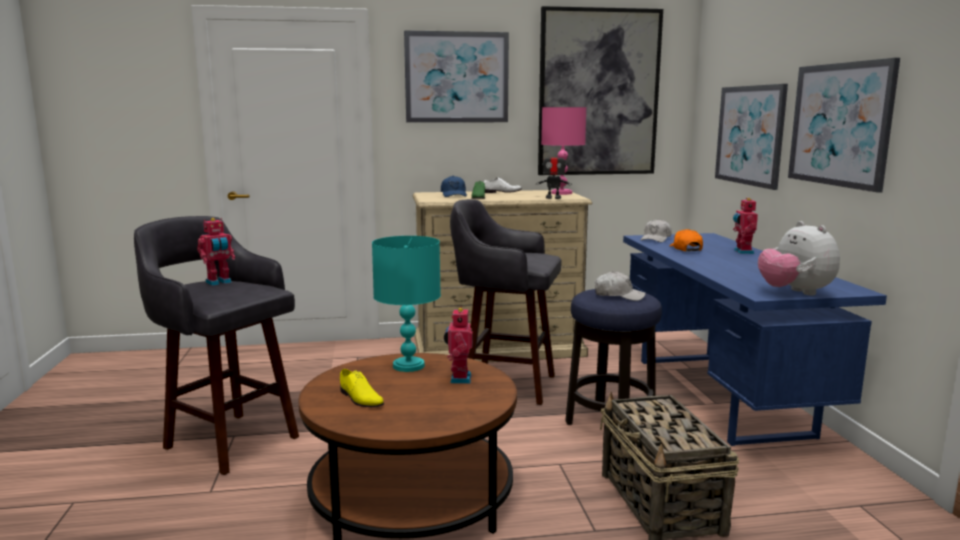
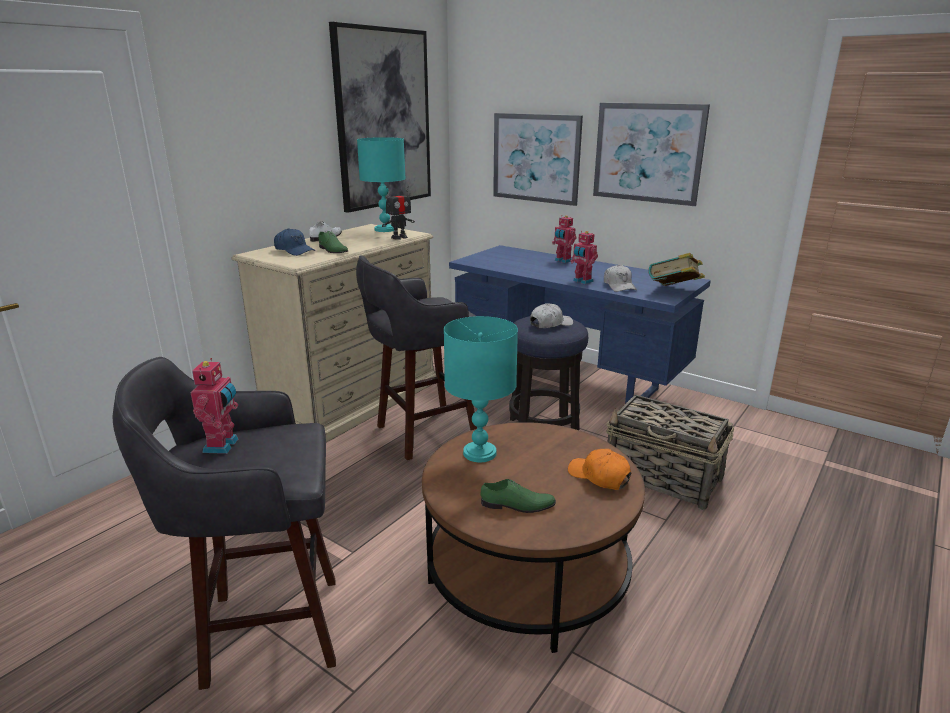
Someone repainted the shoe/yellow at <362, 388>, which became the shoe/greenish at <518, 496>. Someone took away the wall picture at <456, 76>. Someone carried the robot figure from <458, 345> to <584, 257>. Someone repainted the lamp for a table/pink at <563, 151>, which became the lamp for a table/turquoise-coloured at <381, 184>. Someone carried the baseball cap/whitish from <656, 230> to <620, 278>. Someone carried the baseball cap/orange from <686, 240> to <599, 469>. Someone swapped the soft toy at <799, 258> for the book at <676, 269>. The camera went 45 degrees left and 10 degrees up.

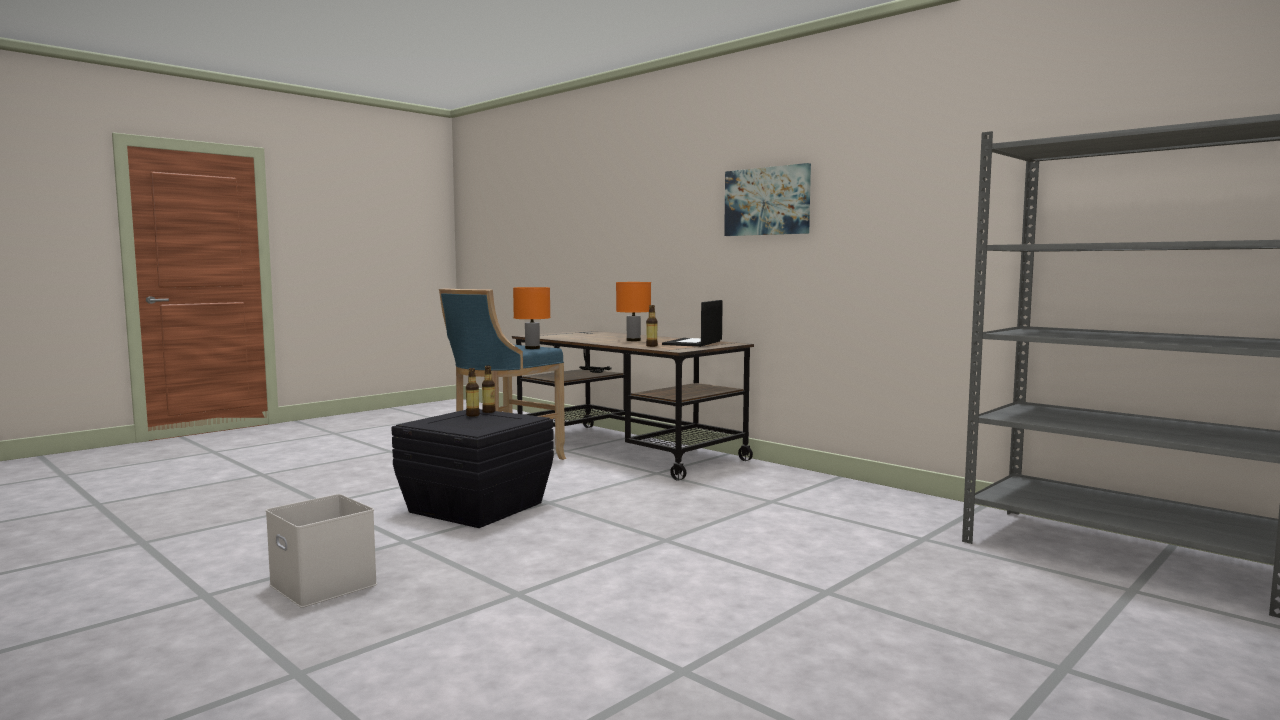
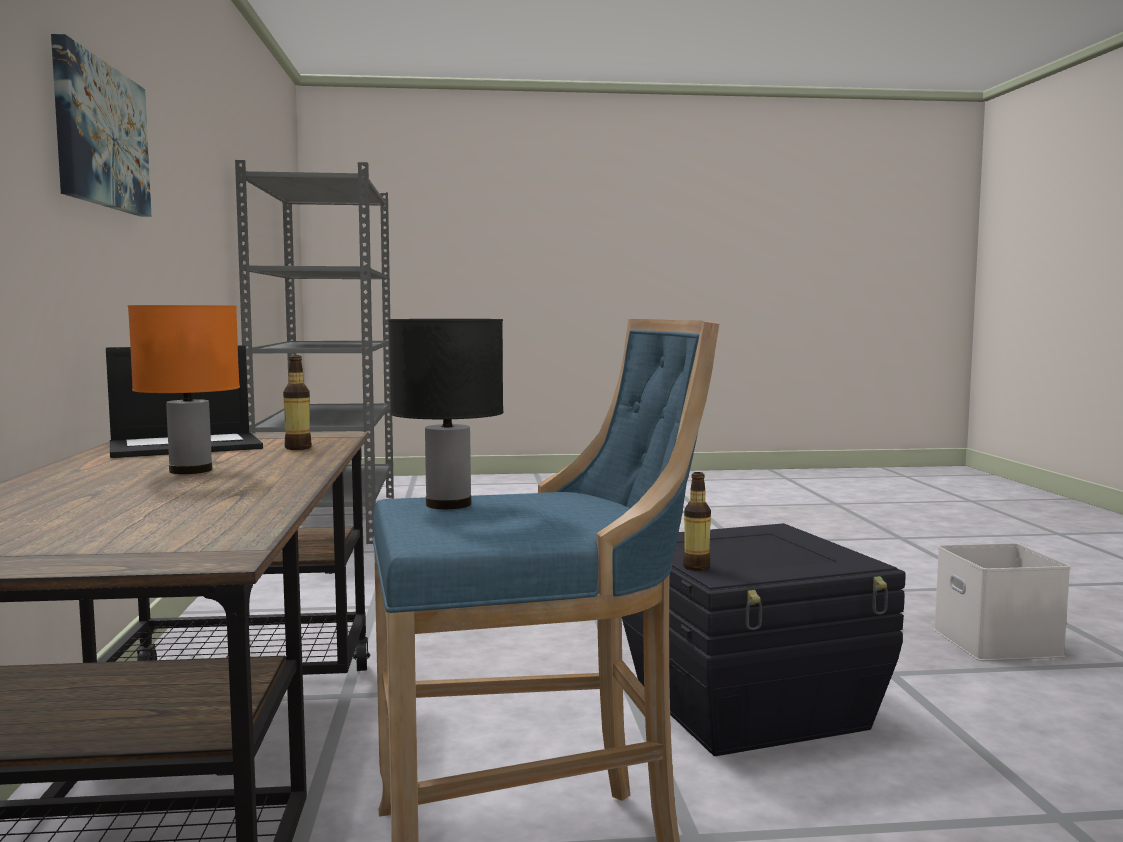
Someone took away the beverage bottle at <473, 392>. Someone repainted the lamp for a table/orange at <531, 318>, which became the lamp for a table/black at <446, 414>. The camera went 140 degrees left and 0 degrees up.

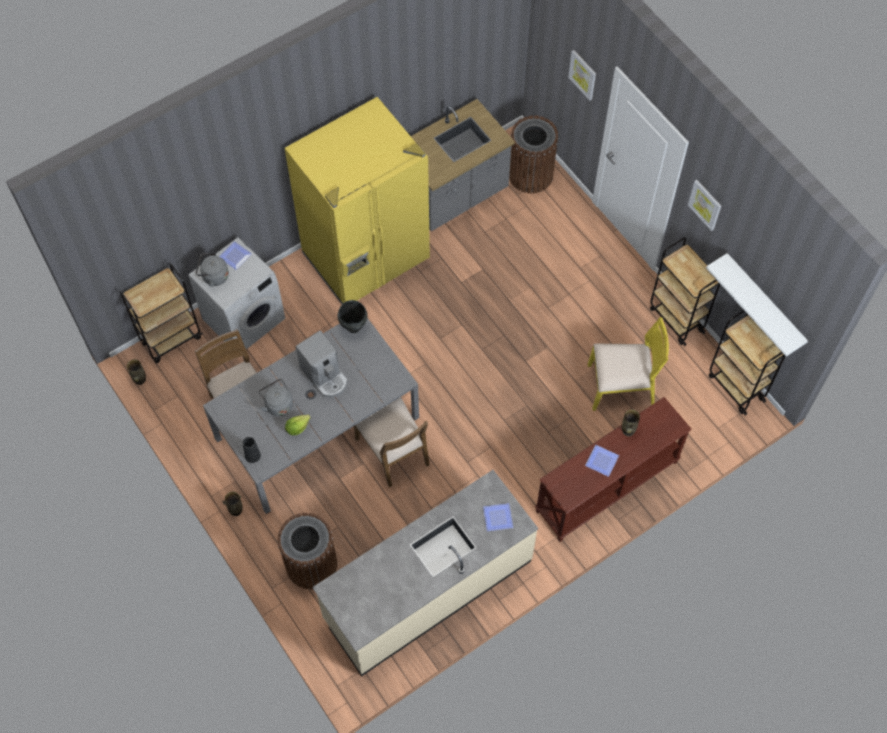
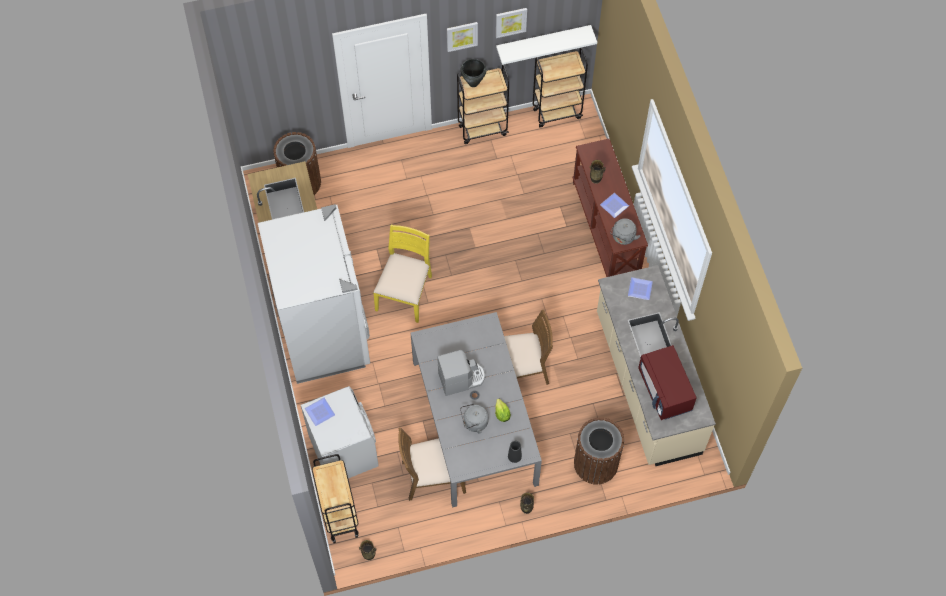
Someone carried the water kettle/gray from <212, 270> to <625, 231>. Someone repainted the kitchen fridge/yellow at <357, 200>, which became the kitchen fridge/whitish at <314, 294>. Someone carried the stockpot/black from <353, 316> to <473, 73>. Someone carried the wall picture from <582, 75> to <511, 23>. Someone carried the chair/yellow from <628, 364> to <402, 273>. Someone put down the kitchen microwave/reddish at <667, 382>. The camera went 70 degrees left and 0 degrees up.

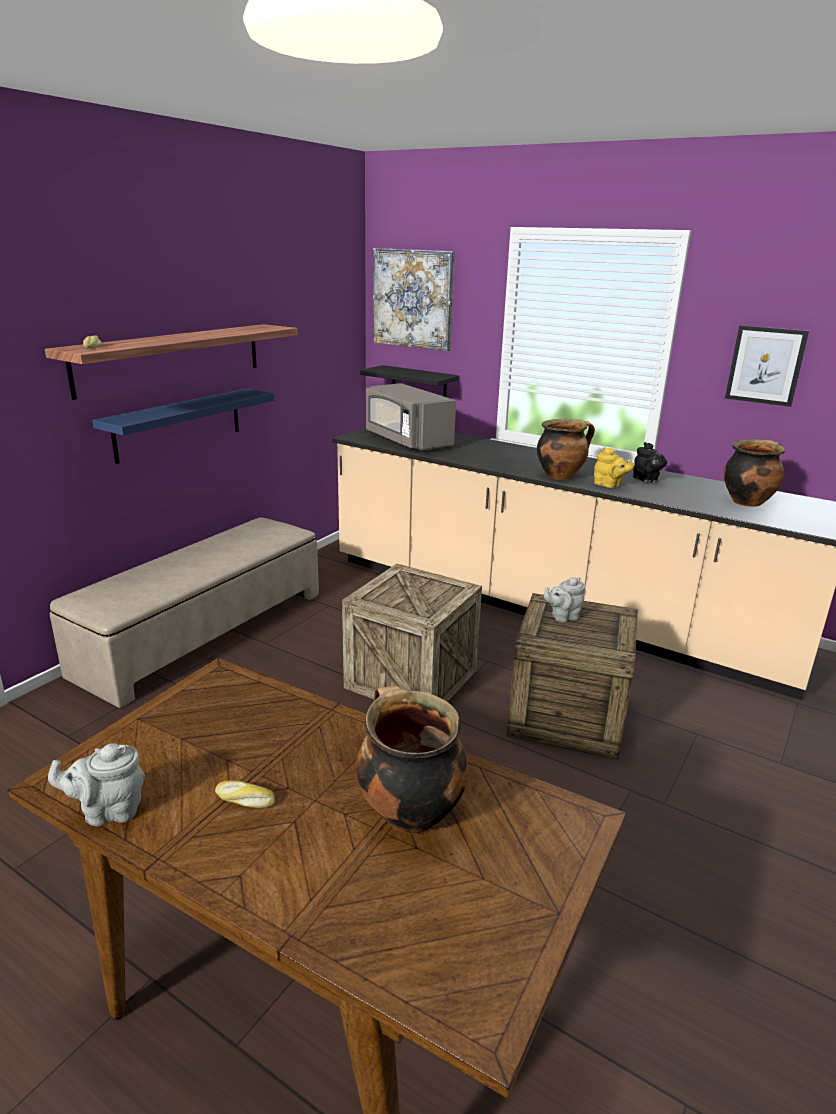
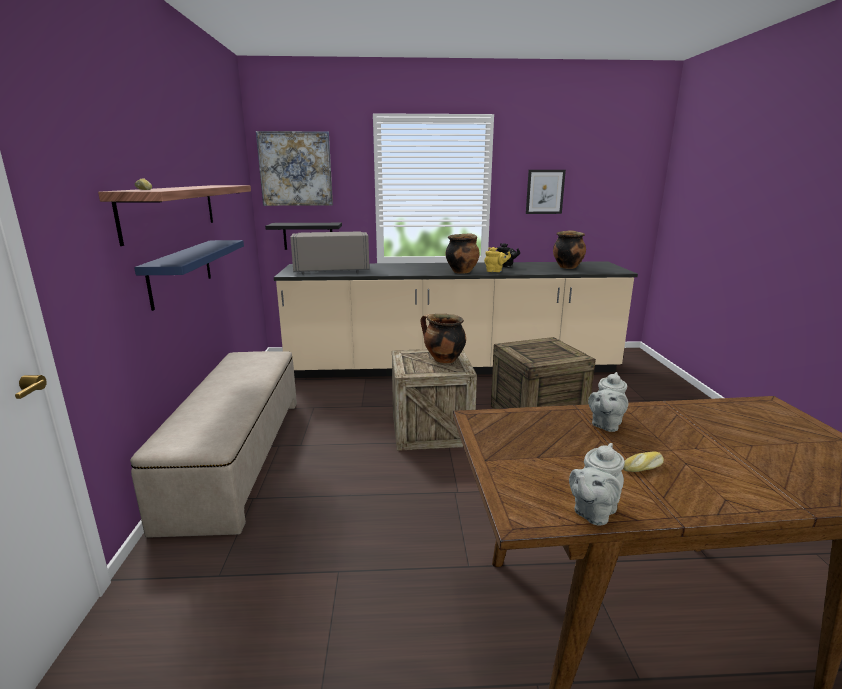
Someone carried the stockpot from <412, 759> to <443, 338>. Someone rotated the kitchen microwave/gray at <411, 417> by 150 degrees clockwise. Someone carried the tea pot/gray from <564, 599> to <608, 402>. The camera went 35 degrees left and 5 degrees down.

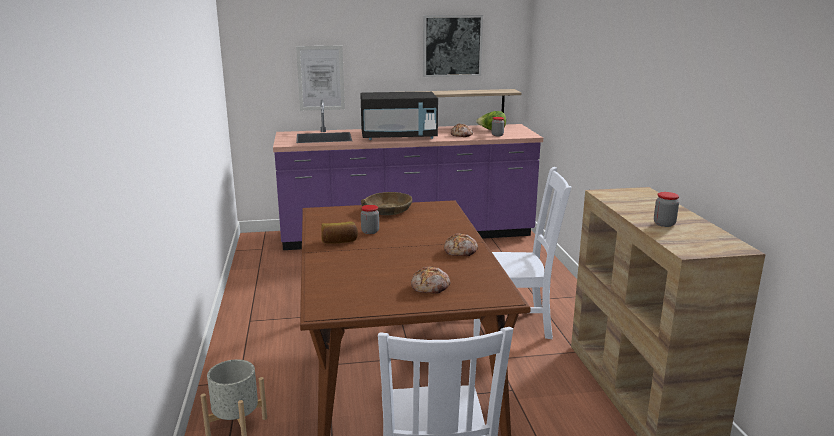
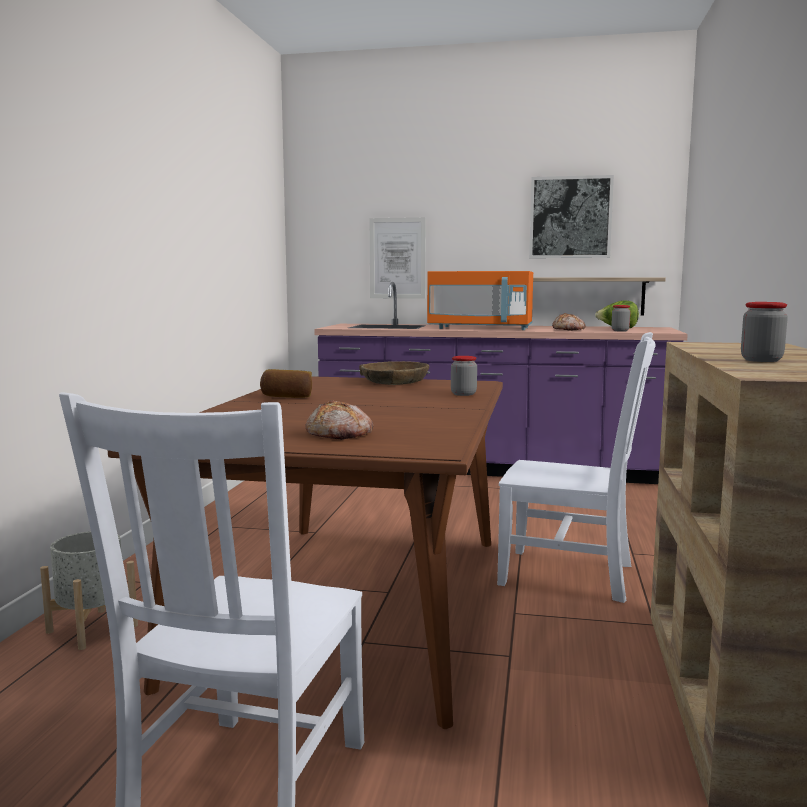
Someone repainted the kitchen microwave/black at <399, 116>, which became the kitchen microwave/orange at <480, 300>. Someone carried the preserve jar from <370, 219> to <464, 376>. Someone took away the bakery bread at <461, 244>. The camera went 20 degrees right and 10 degrees down.

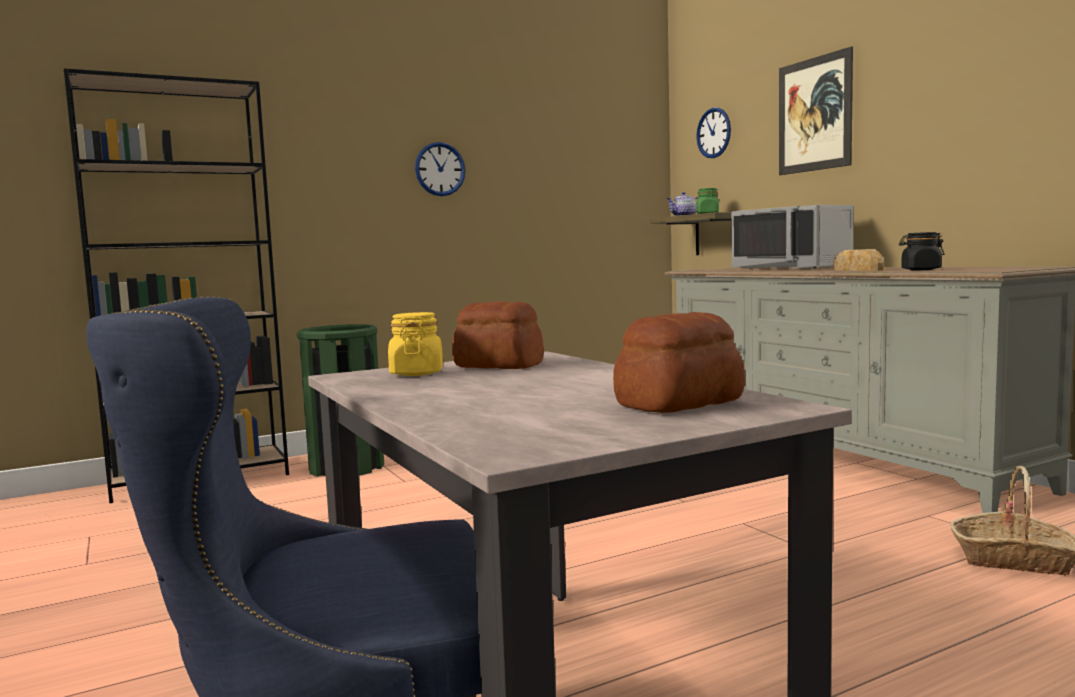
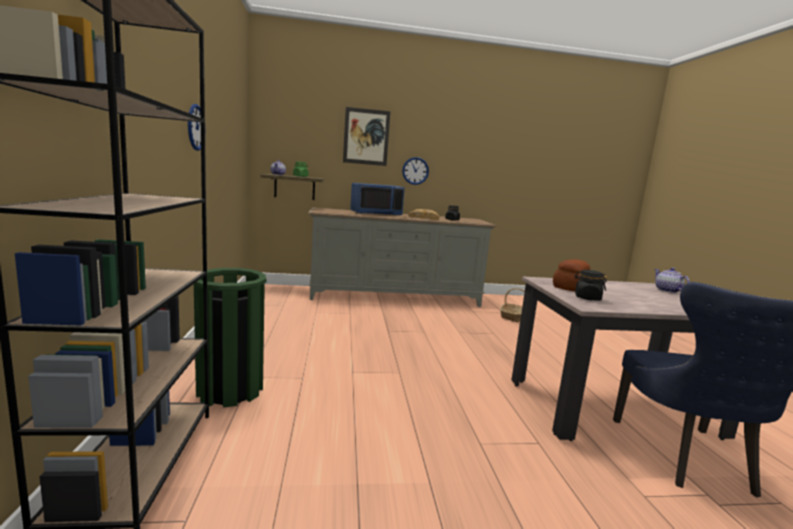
Someone repainted the preserve jar/yellow at <415, 344>, which became the preserve jar/black at <590, 285>. Someone swapped the bakery bread at <679, 362> for the tea pot at <672, 280>. Someone carried the clock on the wall from <713, 133> to <415, 171>. Someone repainted the kitchen microwave/gray at <792, 237>, which became the kitchen microwave/blue at <377, 199>. The camera went 70 degrees left and 5 degrees up.

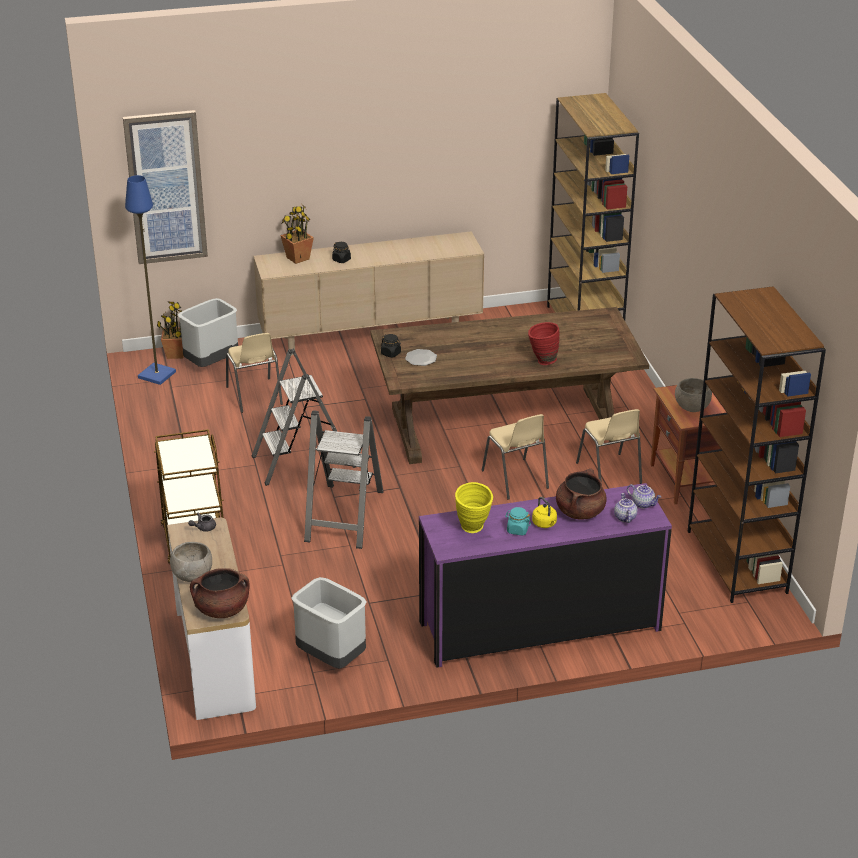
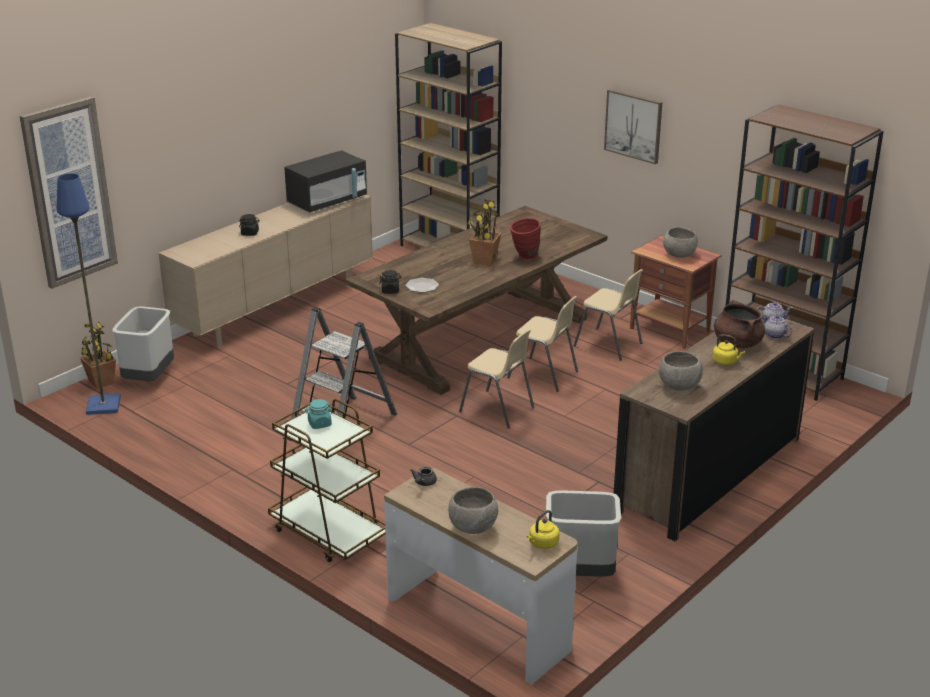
Someone swapped the stockpot/brownish at <220, 593> for the water kettle/yellow at <543, 529>. Someone carried the chair/sand-coloured from <254, 373> to <496, 379>. Someone carried the potted plant from <297, 235> to <484, 232>. Someone took away the step stool/gray at <344, 479>. Someone repainted the drawer chest/purple at <545, 575>, which became the drawer chest/brownish at <714, 424>. Someone swapped the vase/yellow at <474, 507> for the deep dish/gray at <681, 371>. Someone carried the preserve jar/turquoise-coloured from <518, 521> to <319, 414>. Someone put down the kitchen microwave/black at <325, 181>. Someone put up the wall picture at <633, 126>. The camera went 35 degrees left and 5 degrees down.

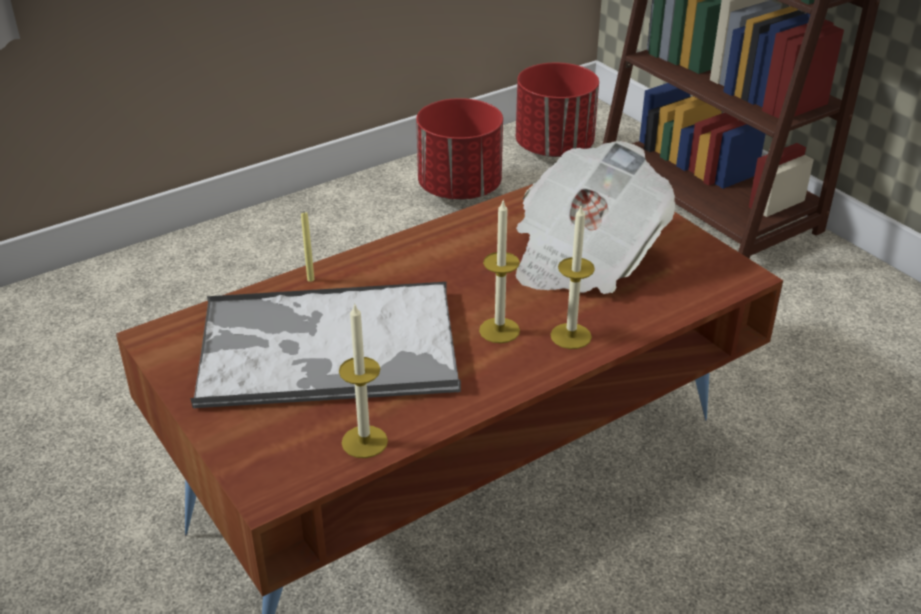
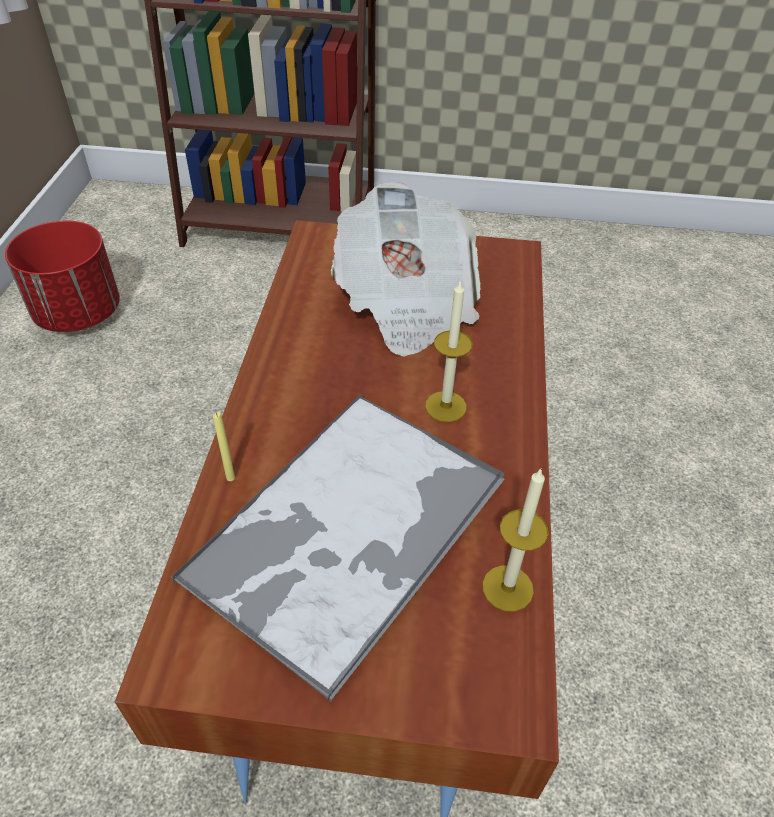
Someone took away the flower pot/reddish at <557, 110>. Someone took away the candle at <572, 277>. The camera went 50 degrees left and 10 degrees up.

